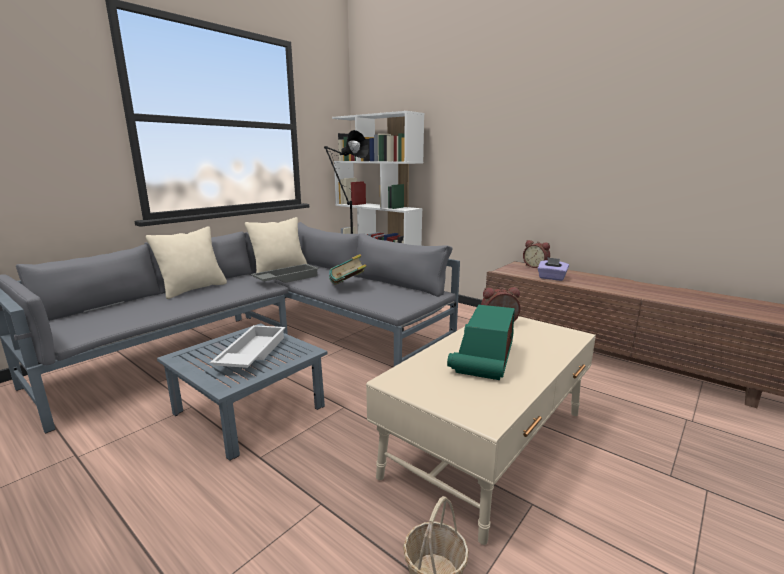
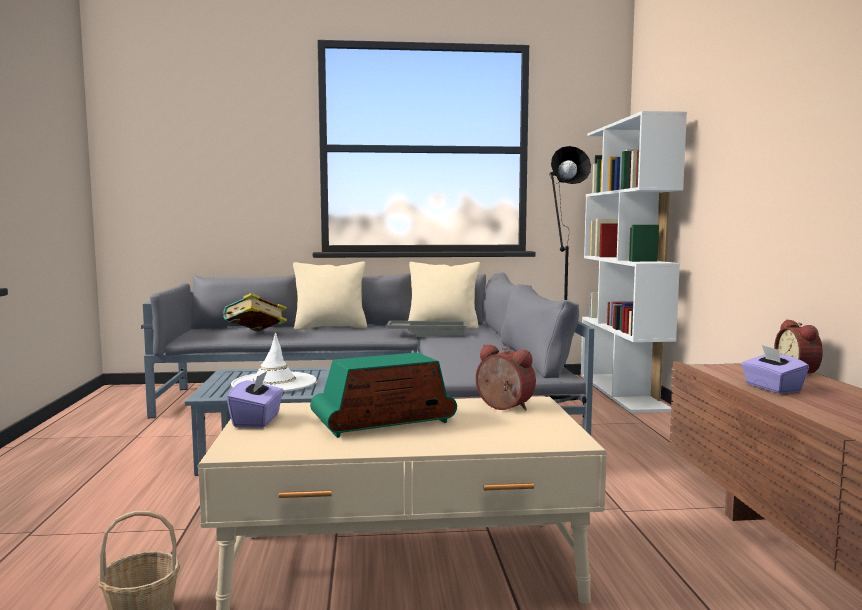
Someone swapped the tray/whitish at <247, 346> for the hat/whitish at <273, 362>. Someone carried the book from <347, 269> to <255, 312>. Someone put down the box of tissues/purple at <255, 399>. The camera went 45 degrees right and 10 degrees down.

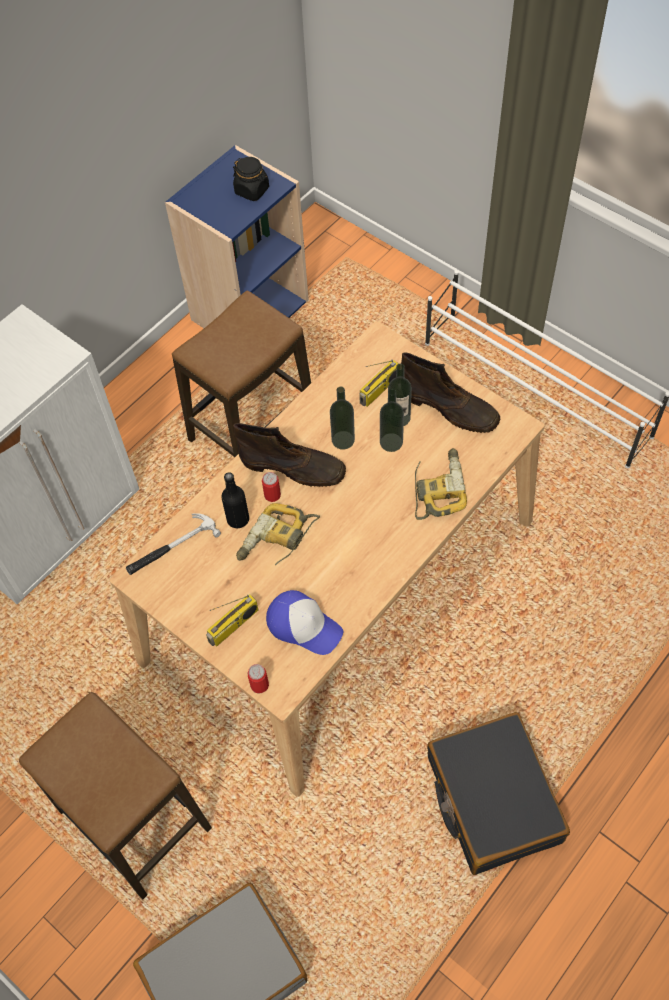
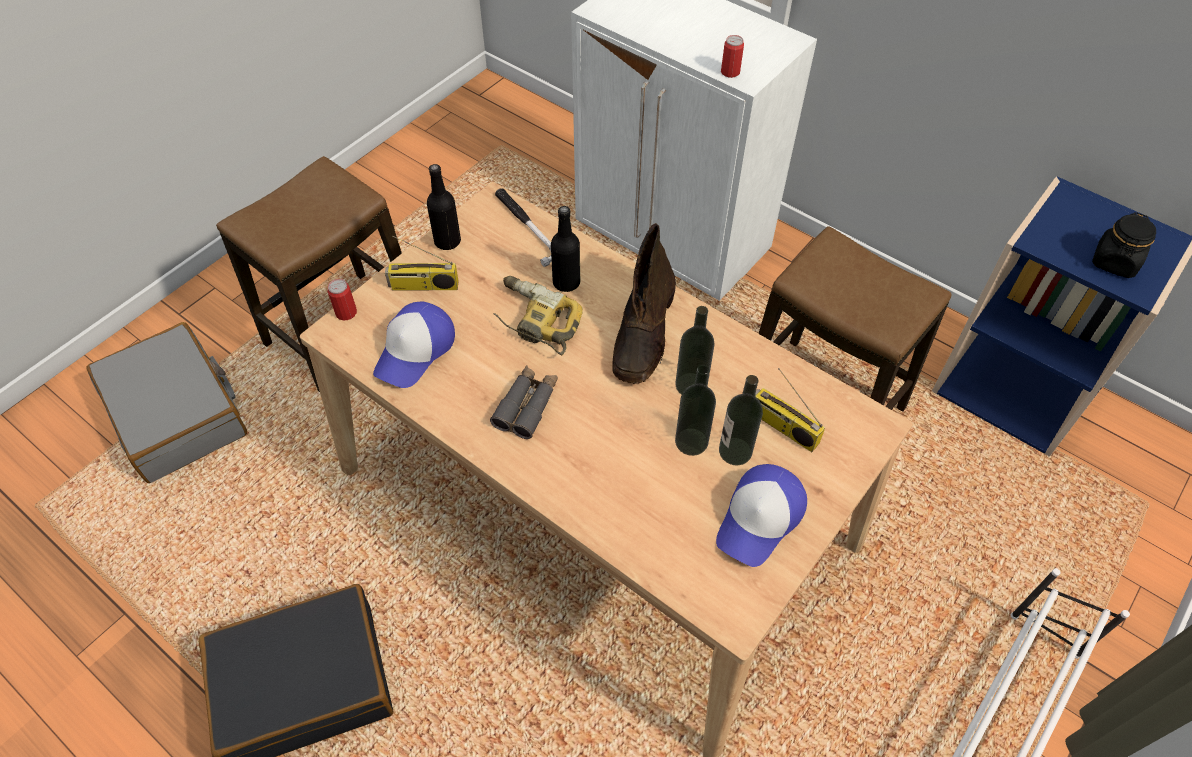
Someone rotated the radio receiver at <232, 620> by 45 degrees counterclockwise. Someone carried the can from <271, 487> to <732, 56>. Someone swapped the boot/brownish at <450, 393> for the baseball cap at <761, 515>. Someone took away the electric drill at <441, 484>. Someone put down the beverage bottle/black at <444, 207>. Someone put down the binoculars/gray at <524, 402>. The camera went 85 degrees right and 5 degrees down.

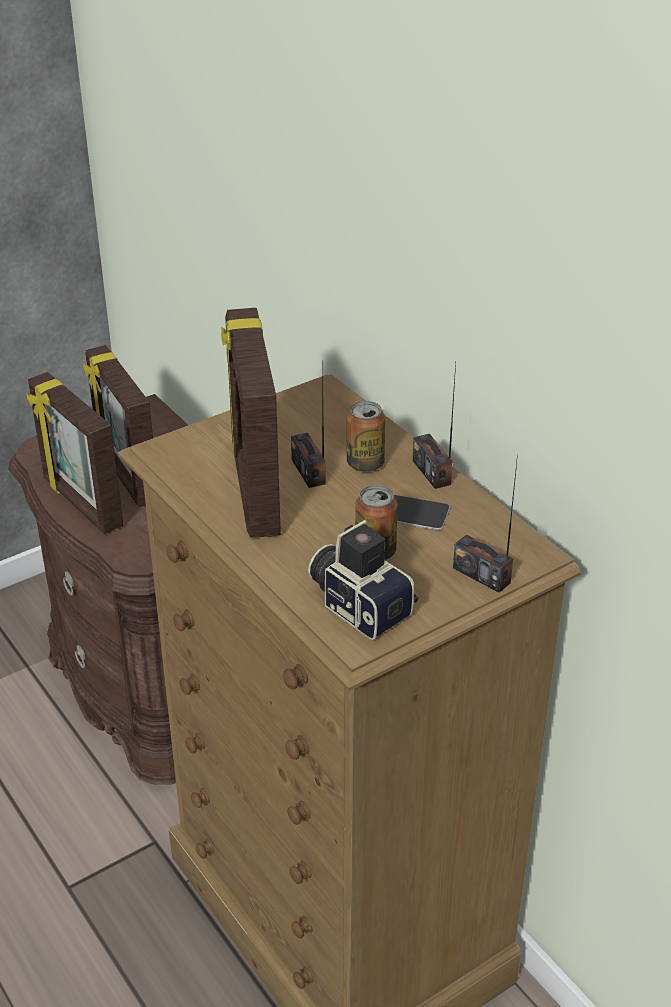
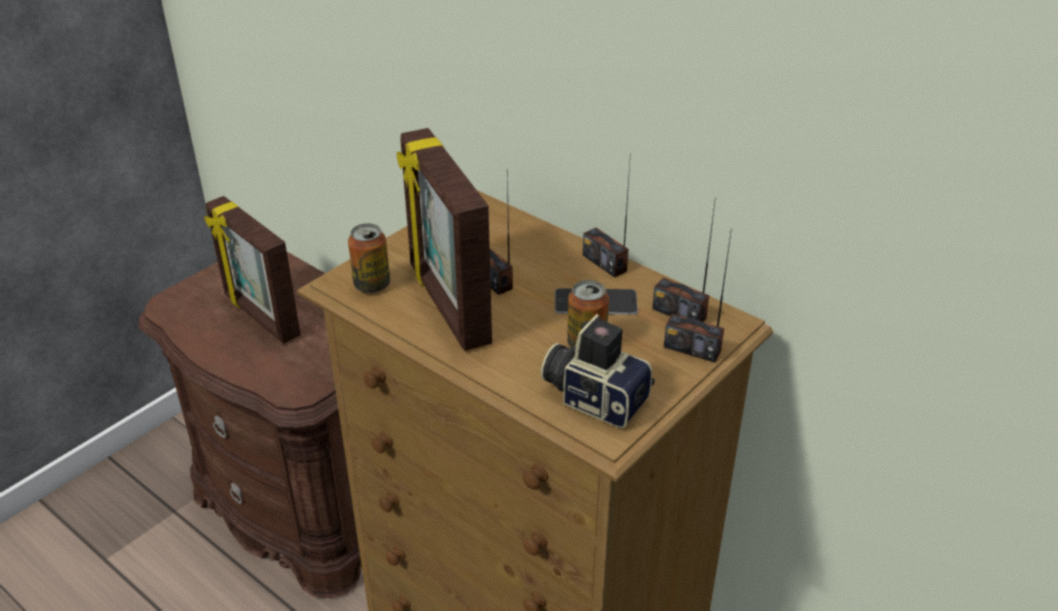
Someone took away the standing frame at <74, 453>. Someone carried the can from <366, 436> to <369, 258>. Someone put down the radio receiver at <684, 259>. The camera went 15 degrees left and 0 degrees up.

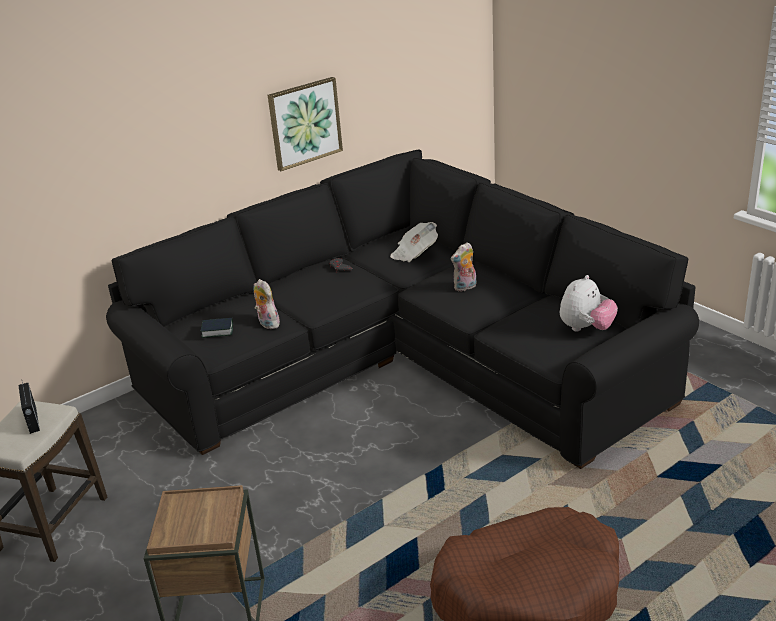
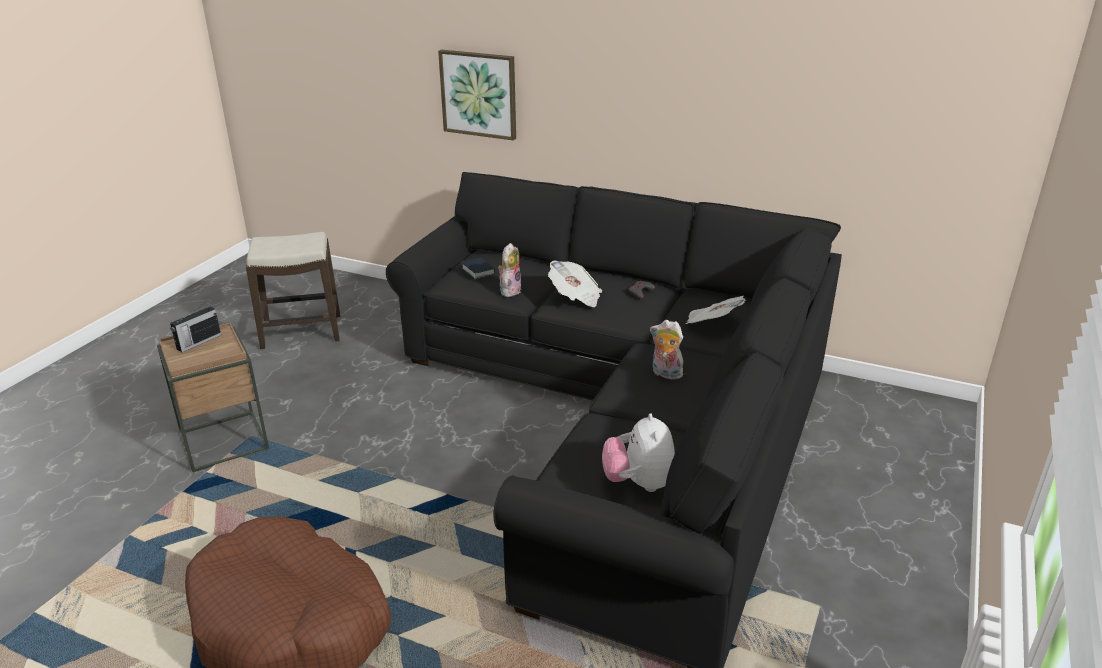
Someone carried the radio receiver from <29, 408> to <195, 327>. Someone carried the wall picture from <305, 124> to <477, 95>. Someone rotated the soft toy at <589, 303> by 75 degrees clockwise. Someone put down the newspaper at <575, 283>. The camera went 60 degrees right and 0 degrees up.

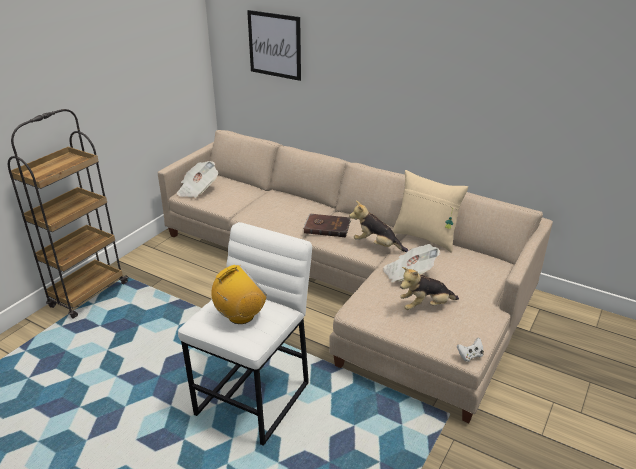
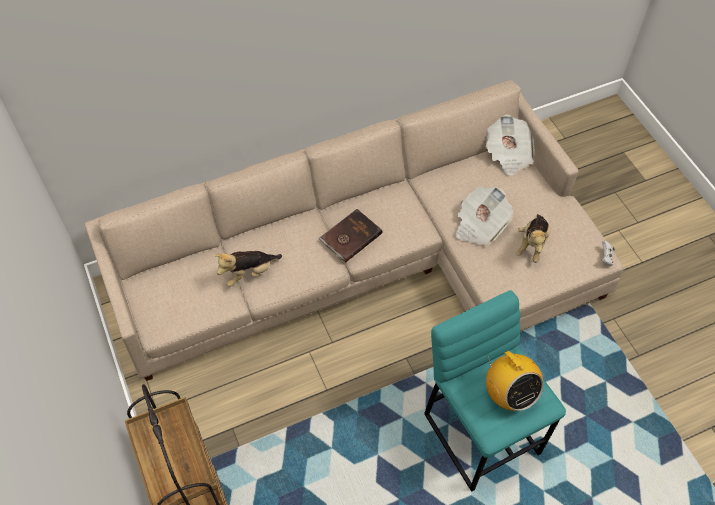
Someone carried the newspaper from <197, 179> to <510, 145>. Someone repainted the stool/whitish at <245, 334>, which became the stool/turquoise-coloured at <495, 391>. Someone rotated the radio receiver at <239, 294> by 150 degrees clockwise. Someone took away the wall picture at <274, 45>. Someone carried the soft toy from <378, 226> to <248, 269>. Someone took away the throw pillow/sand-coloured at <430, 211>. The camera went 55 degrees left and 25 degrees up.

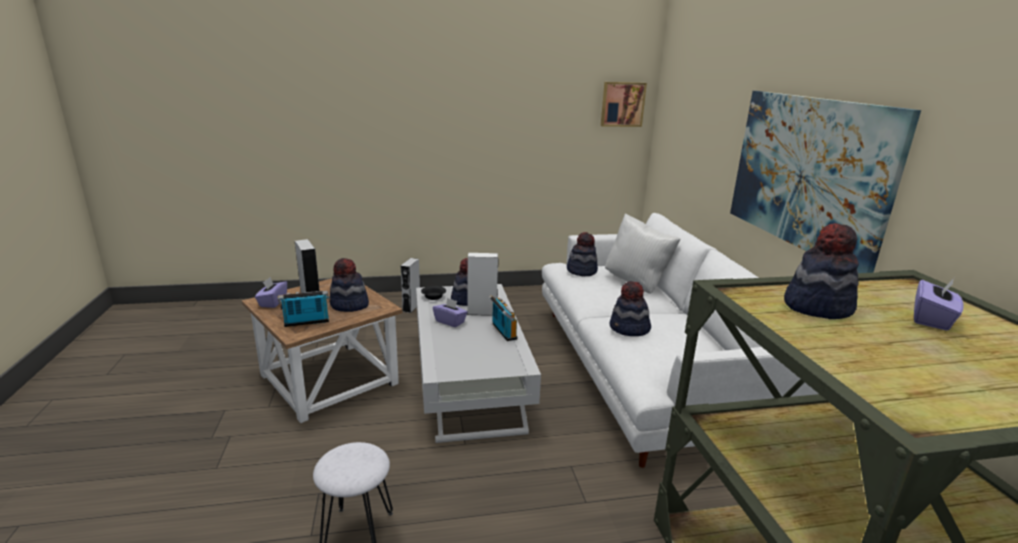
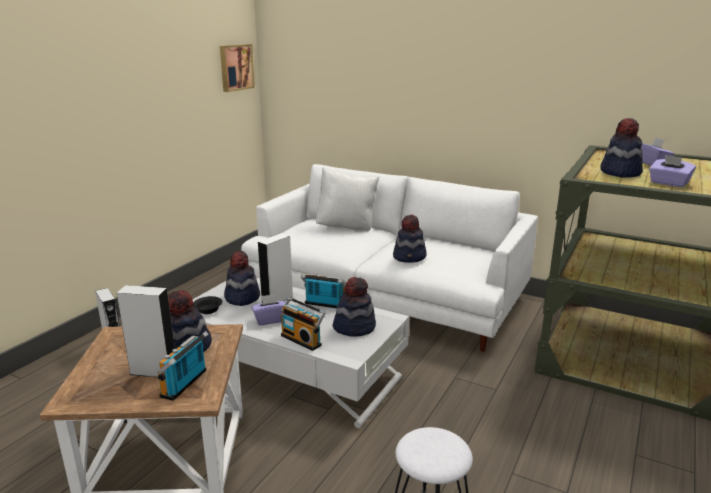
Someone carried the box of tissues/purple from <271, 292> to <672, 171>. Someone carried the hat from <582, 254> to <354, 307>. Someone took away the wall picture at <825, 182>. Someone put down the radio receiver at <303, 324>. The camera went 50 degrees left and 0 degrees up.

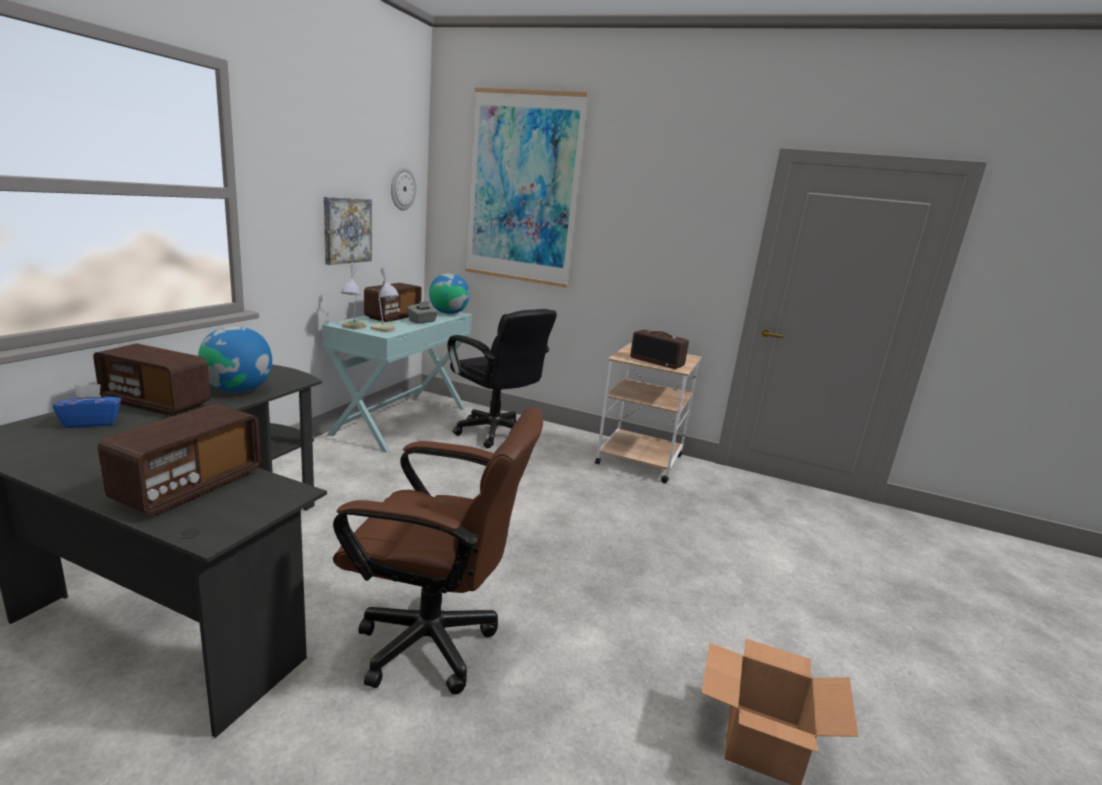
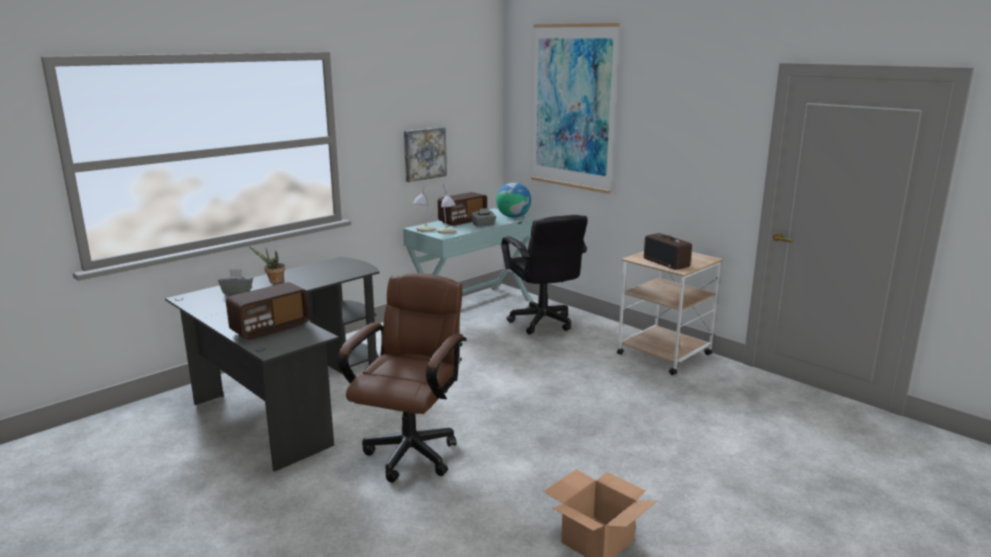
Someone repainted the box of tissues/blue at <87, 406>, which became the box of tissues/gray at <235, 281>. Someone swapped the radio receiver at <152, 380> for the potted plant at <267, 265>. Someone took away the world globe at <235, 359>. Someone rotated the desk chair/brownish at <438, 551> by 105 degrees counterclockwise. Someone took away the clock on the wall at <403, 188>. The camera went 25 degrees right and 0 degrees up.

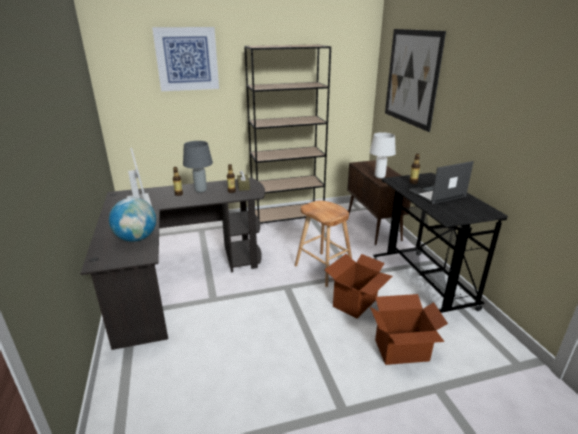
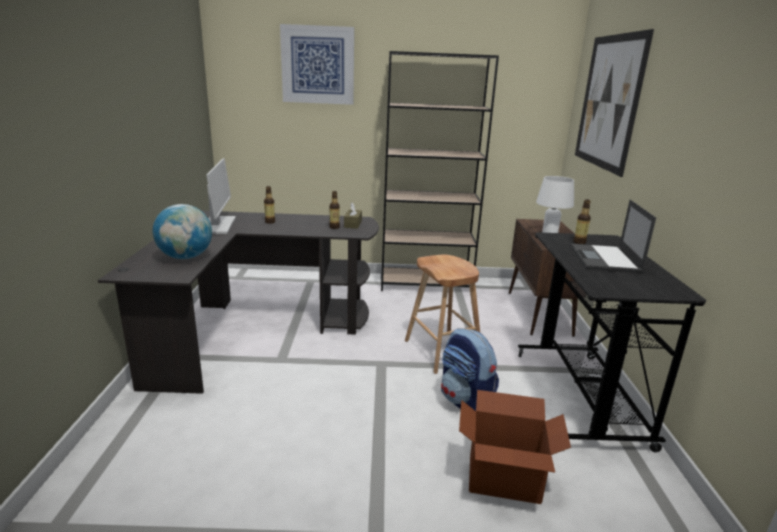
Someone took away the lamp for a table/gray at <198, 167>. Someone swapped the cardboard box at <358, 286> for the rucksack at <470, 370>. Someone rotated the notebook computer at <440, 182> by 75 degrees counterclockwise. The camera went 15 degrees right and 5 degrees down.

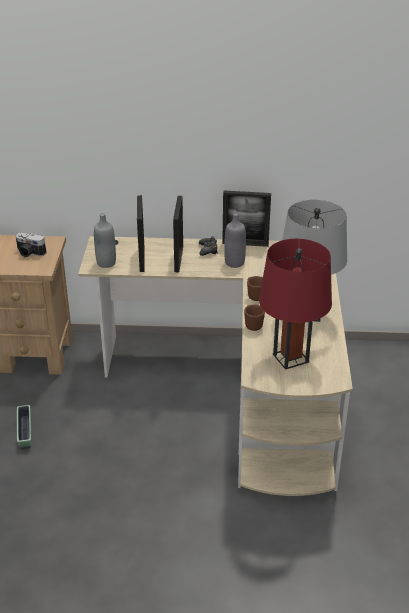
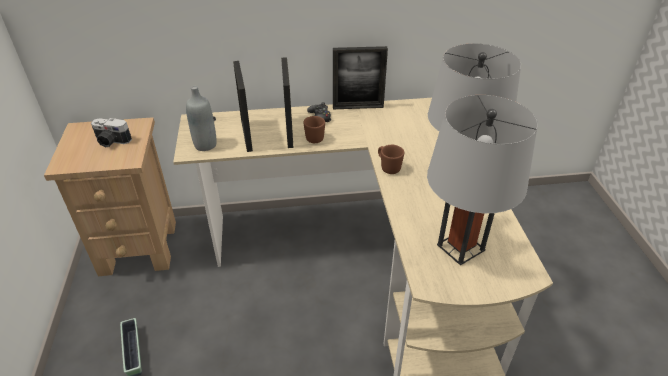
Someone took away the beverage bottle/gray at <235, 240>. Someone carried the coffee mug/brownish from <254, 317> to <314, 129>. Someone repainted the lamp for a table/reddish at <295, 304>, which became the lamp for a table/gray at <482, 180>. The camera went 10 degrees left and 5 degrees up.

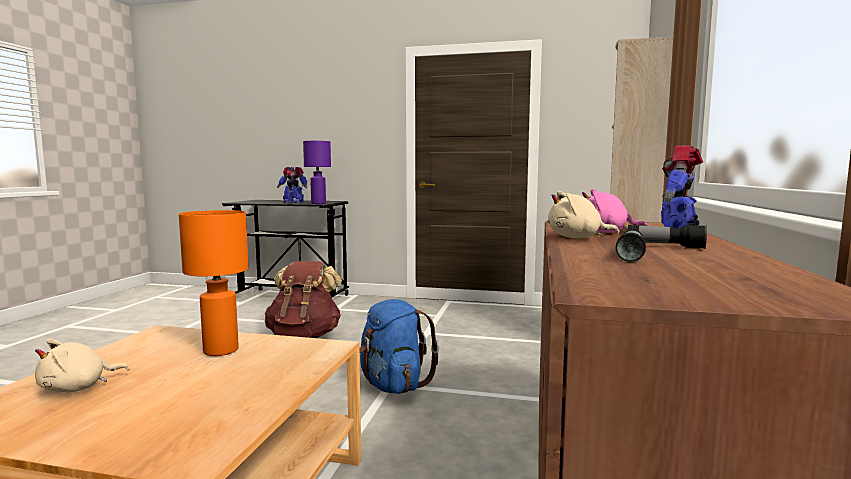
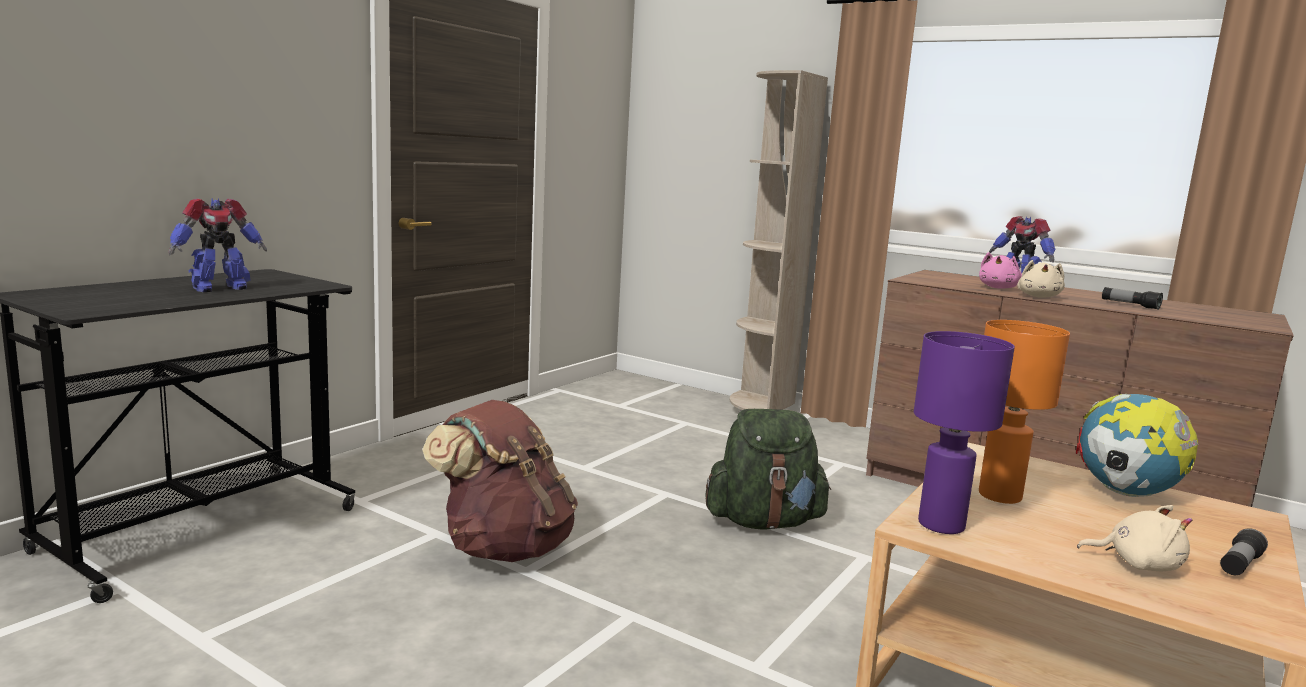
Someone rotated the soft toy/sand-coloured at <82, 365> by 45 degrees counterclockwise. Someone carried the lamp for a table/purple from <317, 172> to <964, 432>. Someone repainted the rucksack/blue at <399, 346>, which became the rucksack/greenish at <768, 469>. Someone carried the torch from <667, 237> to <1244, 551>. Someone put down the world globe at <1137, 445>. The camera went 70 degrees left and 5 degrees up.

